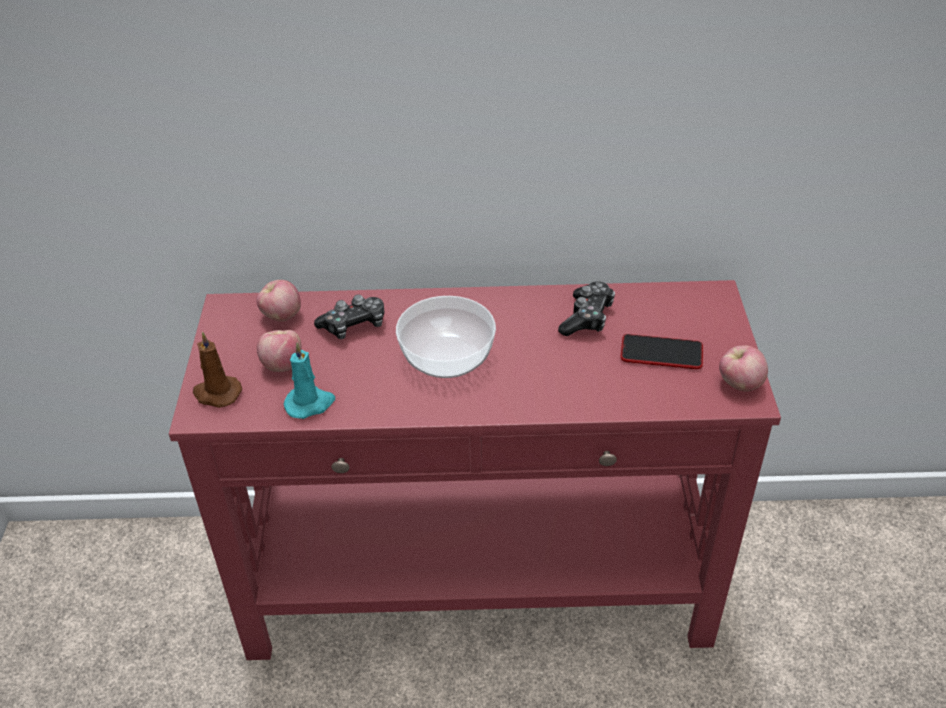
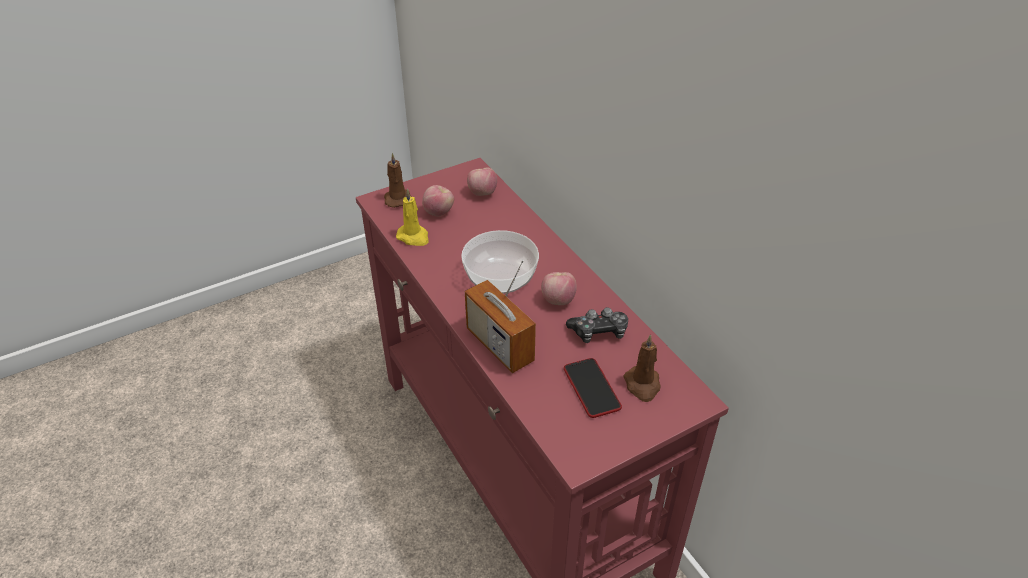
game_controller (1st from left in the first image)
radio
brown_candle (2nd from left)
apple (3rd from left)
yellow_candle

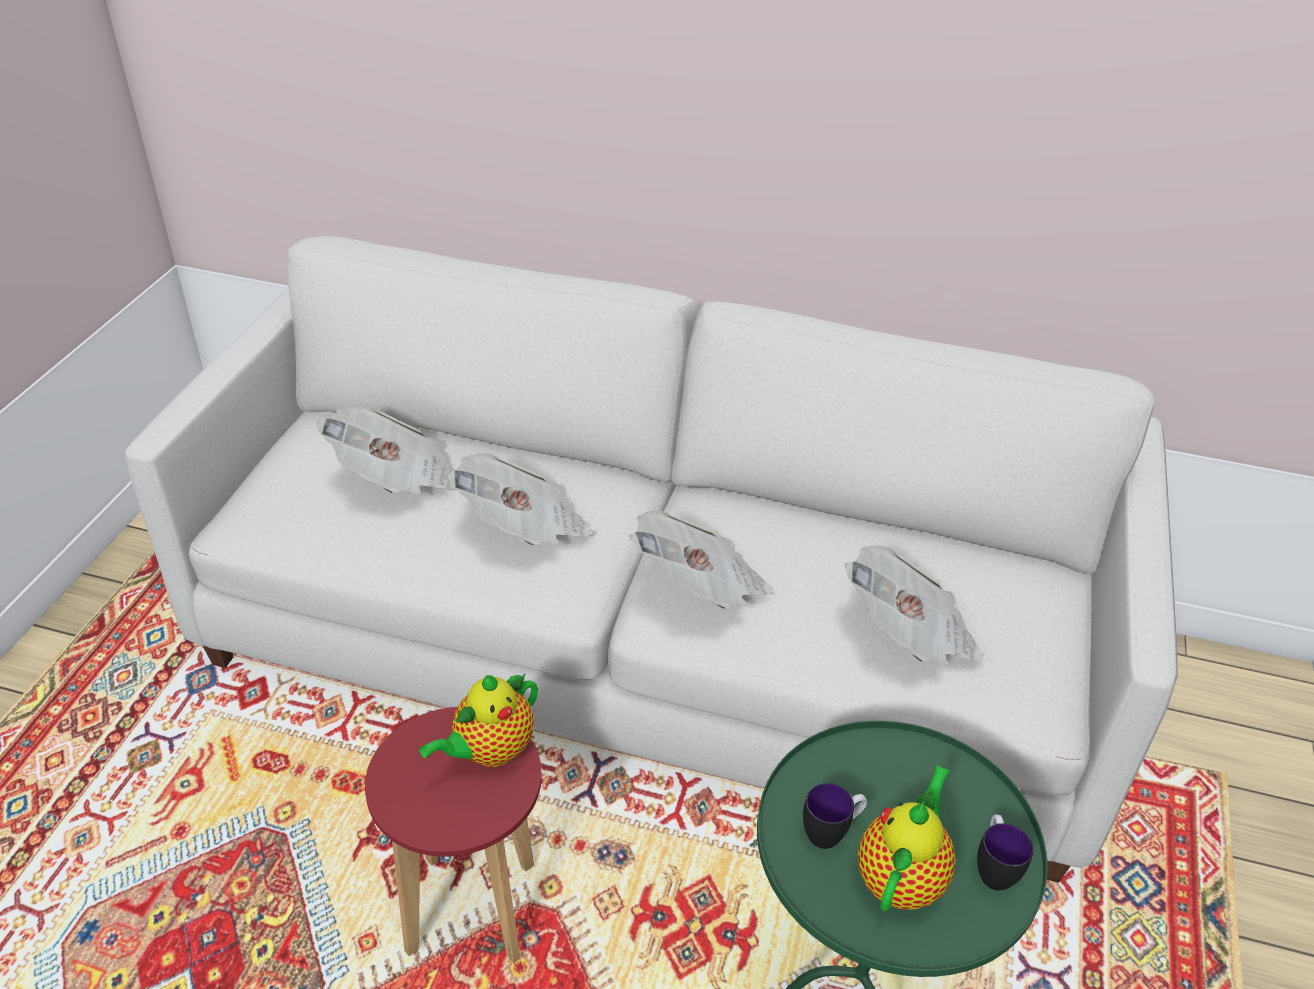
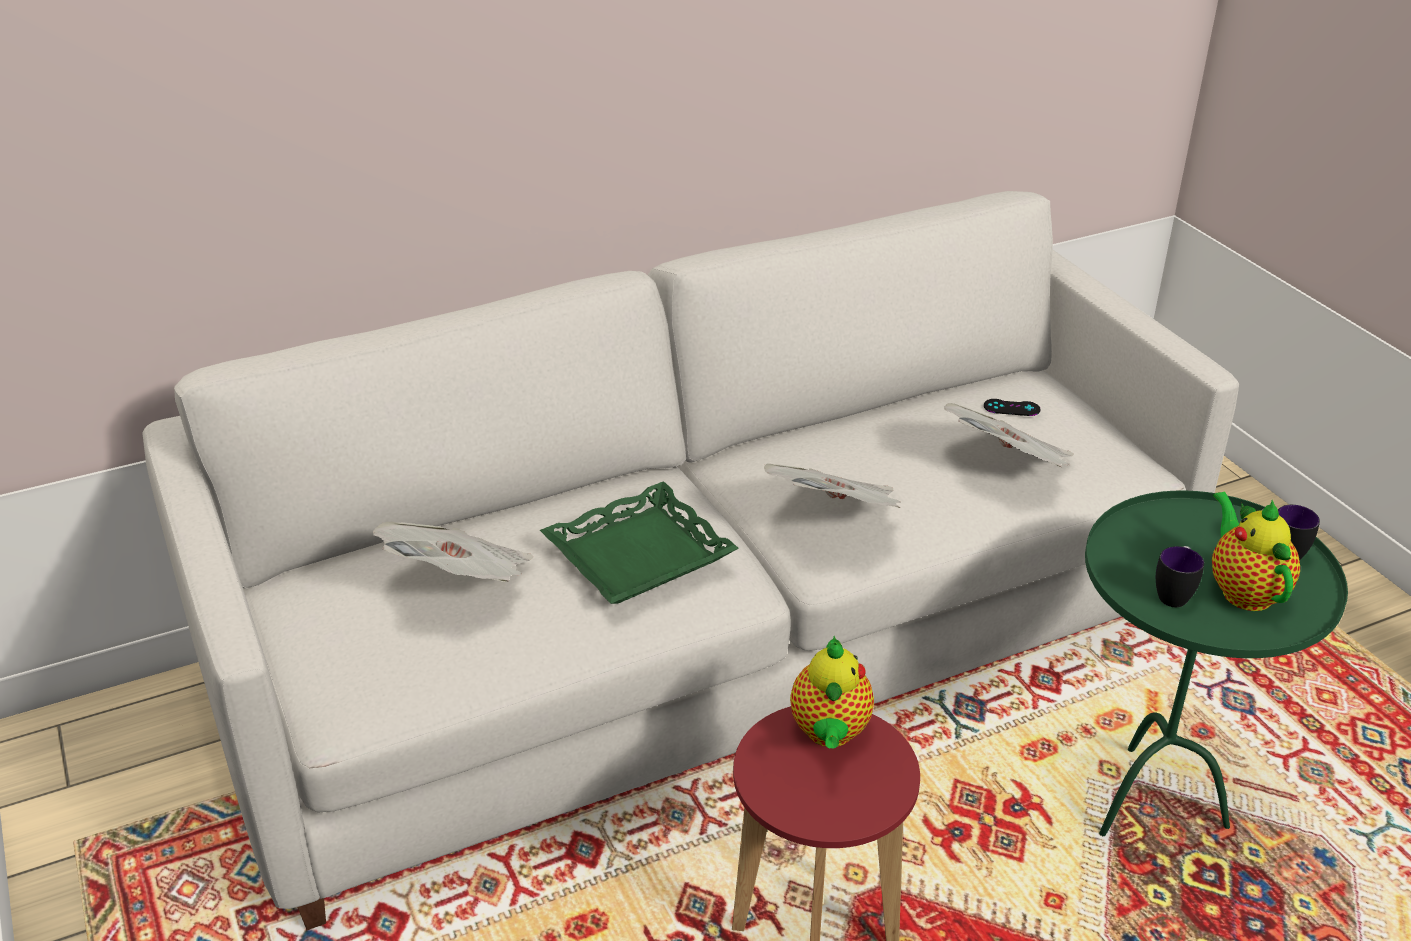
black_game_controller
green_tray

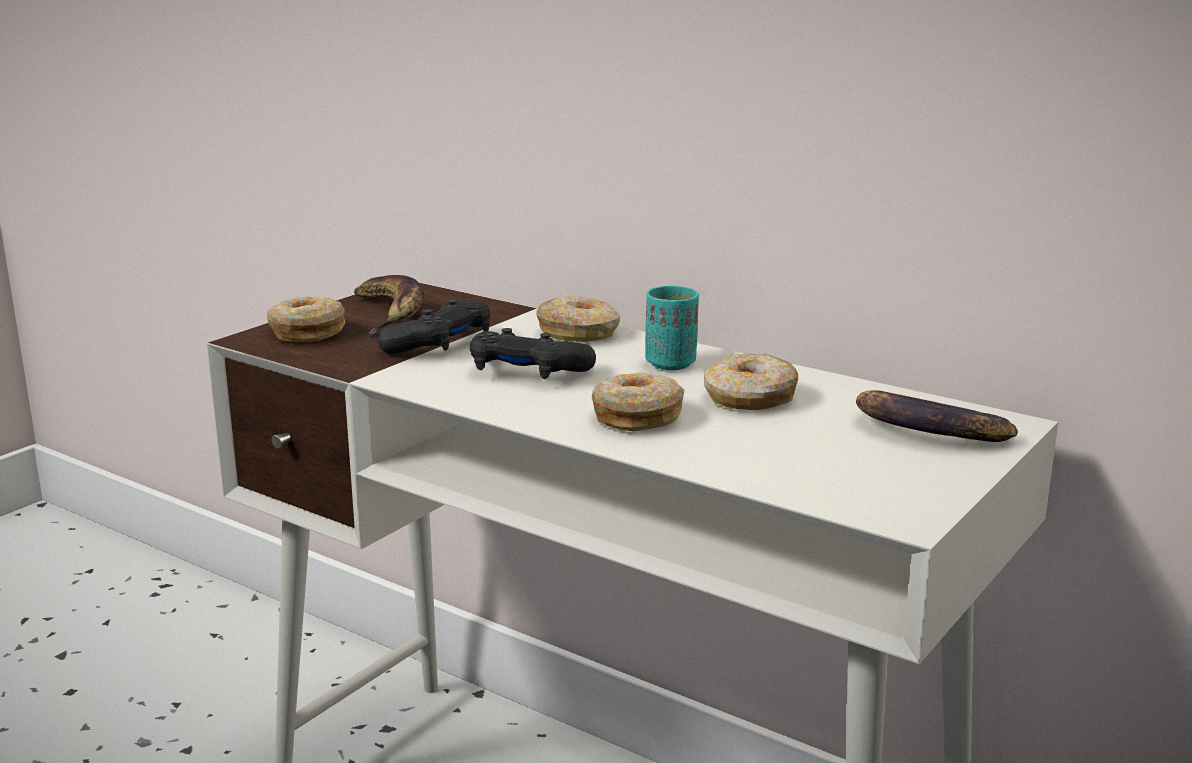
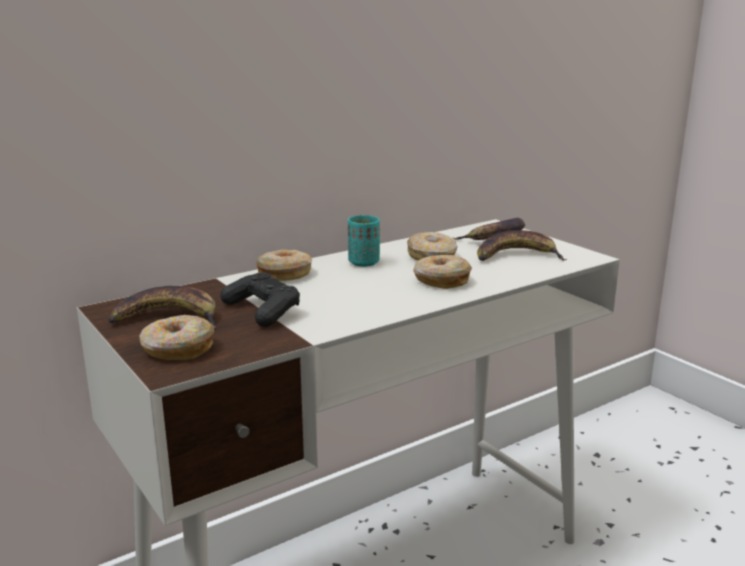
black_game_controller (2nd from left in the first image)
banana (3rd from left)

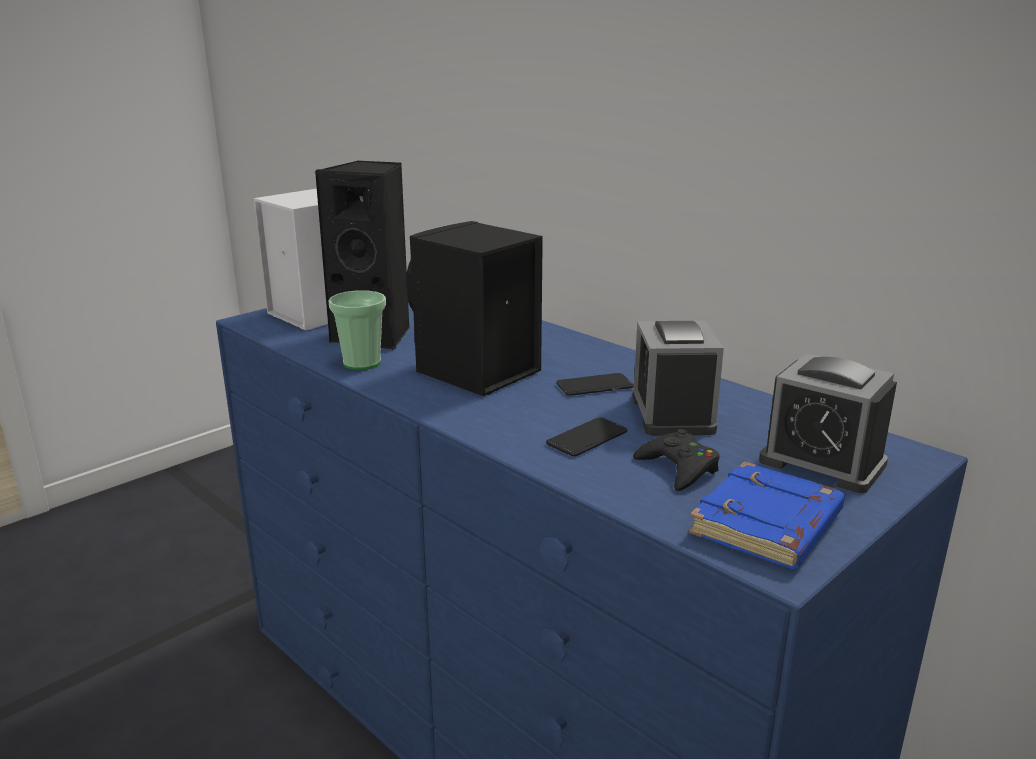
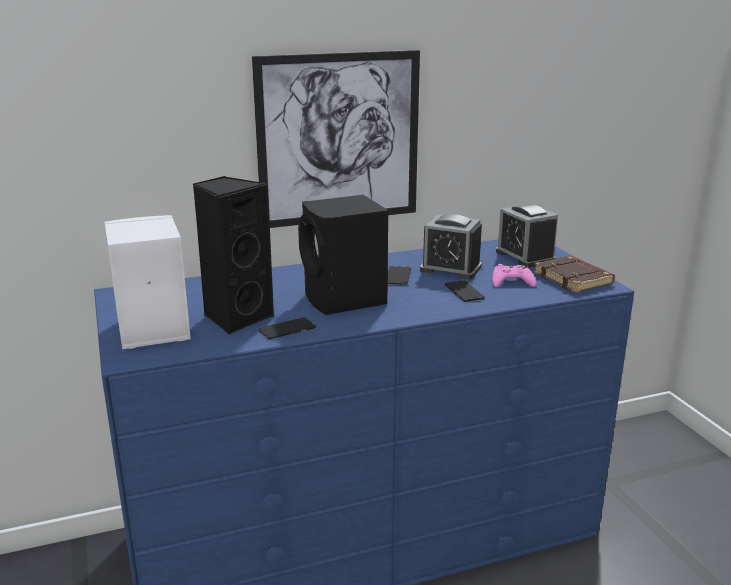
picture
phone (1st from left)
pink_game_controller
brown_book
alarm_clock (2nd from left)

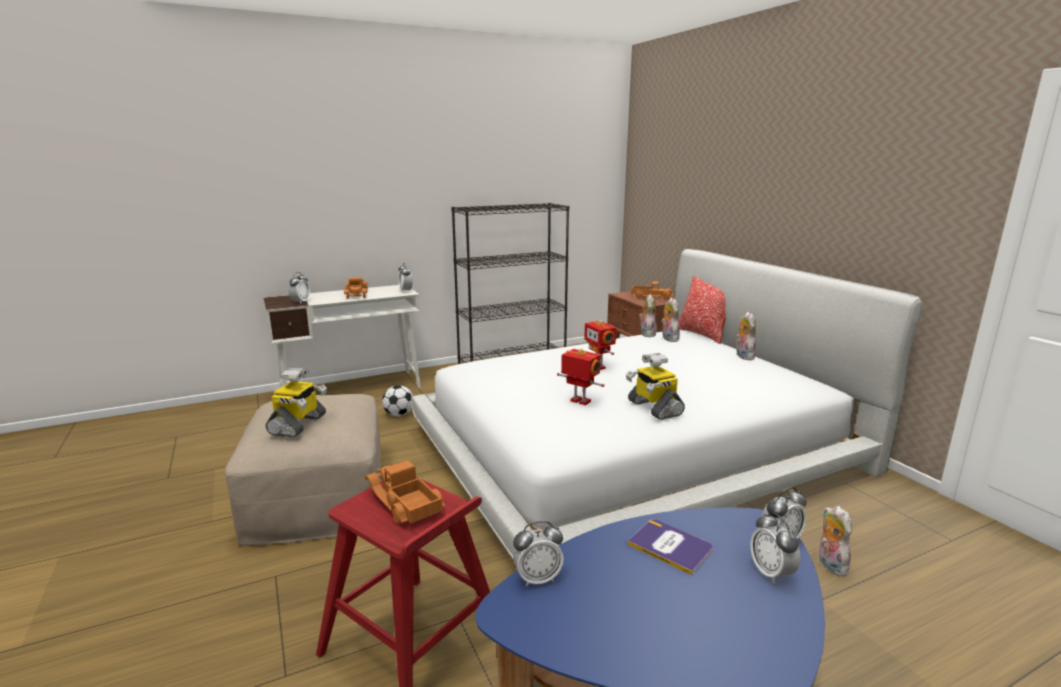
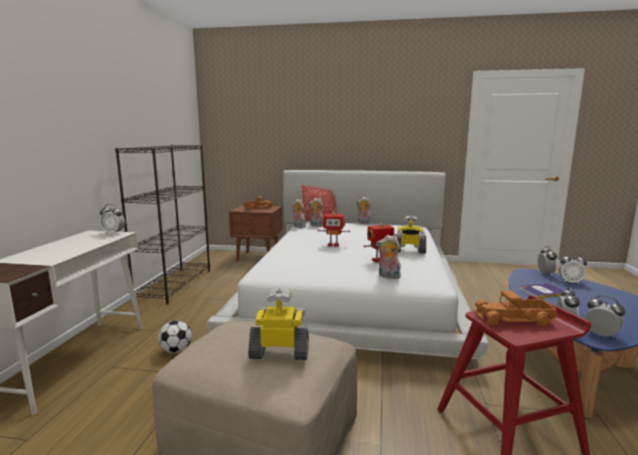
toy_truck (1st from left in the first image)
alarm_clock (5th from left)
plush_toy (4th from left)
toy_robot (1st from left)

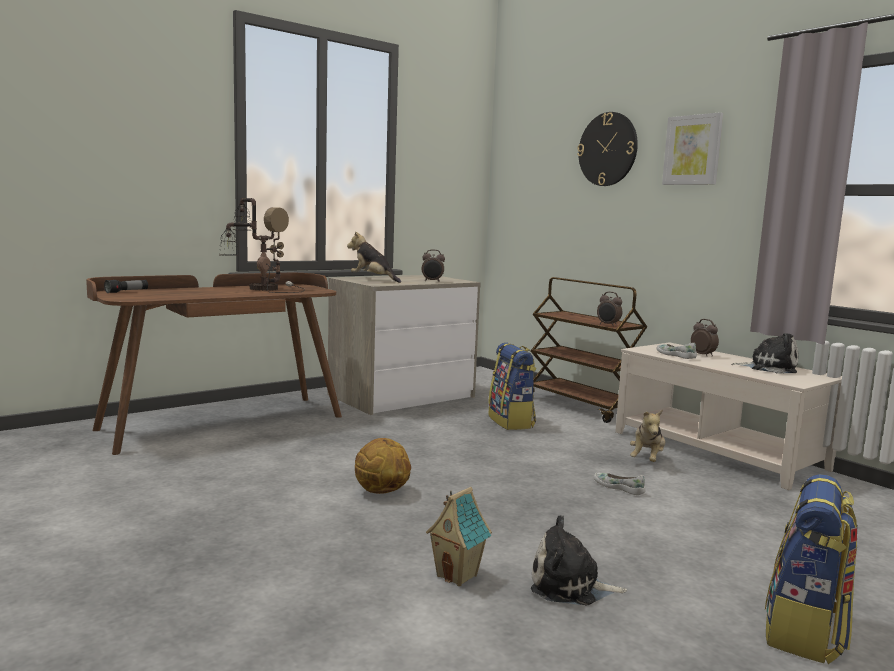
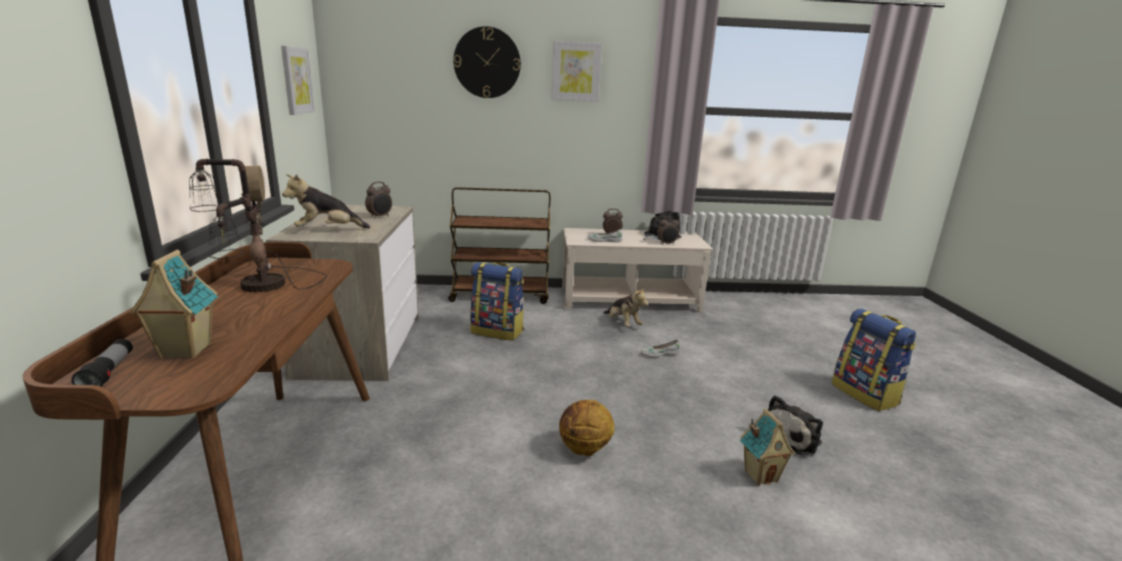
toy_house (1st from left)
picture (1st from left)
alarm_clock (3rd from left)

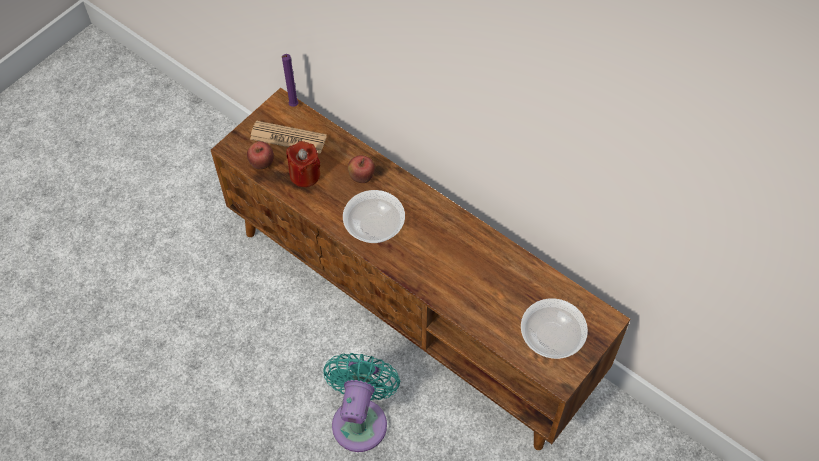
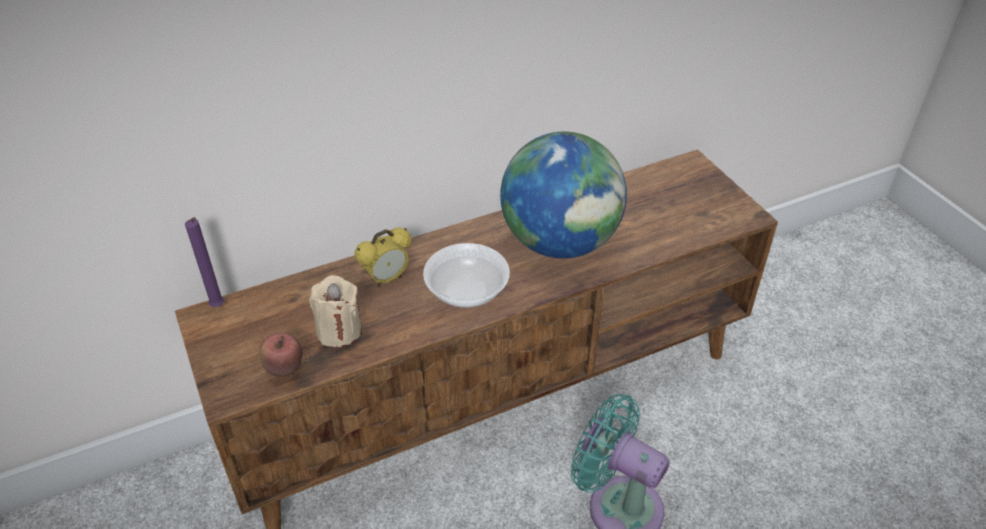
newspaper
bowl (2nd from left in the first image)
globe
alarm_clock
beige_candle

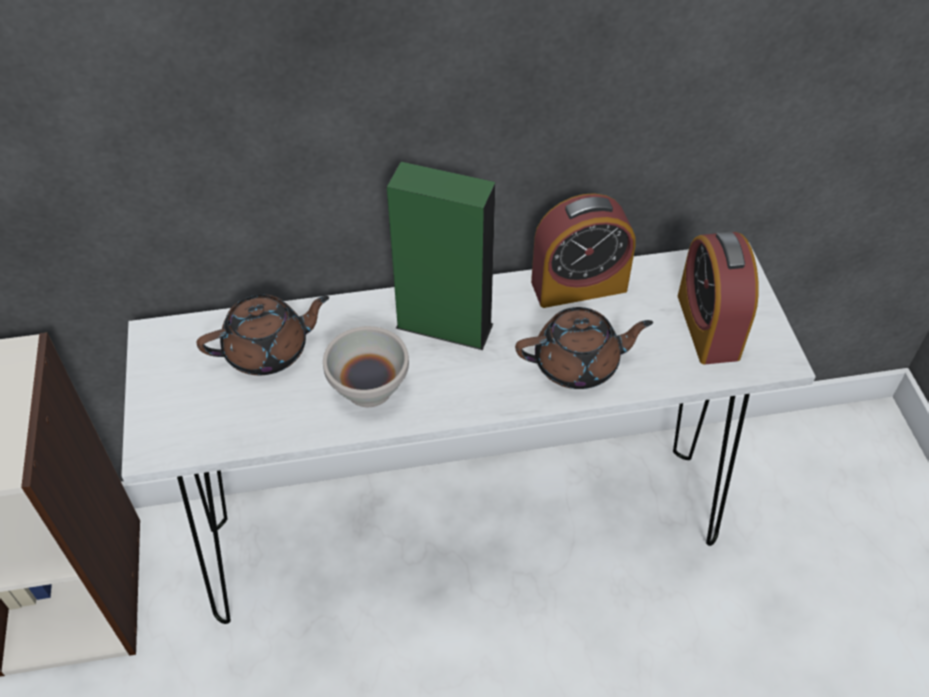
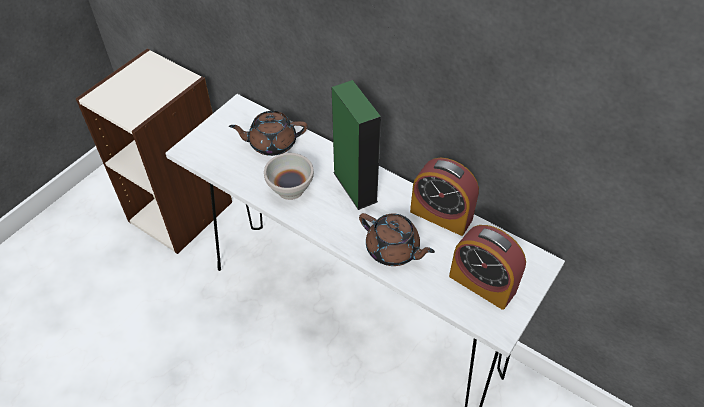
brown_teapot (1st from left)
alarm_clock (2nd from left)

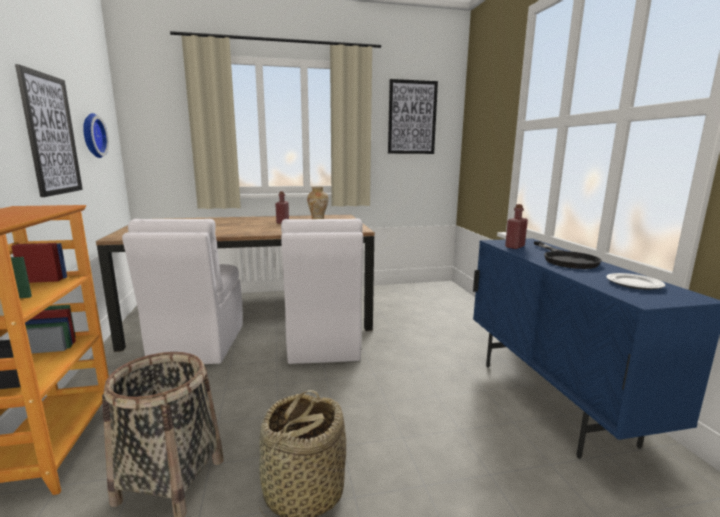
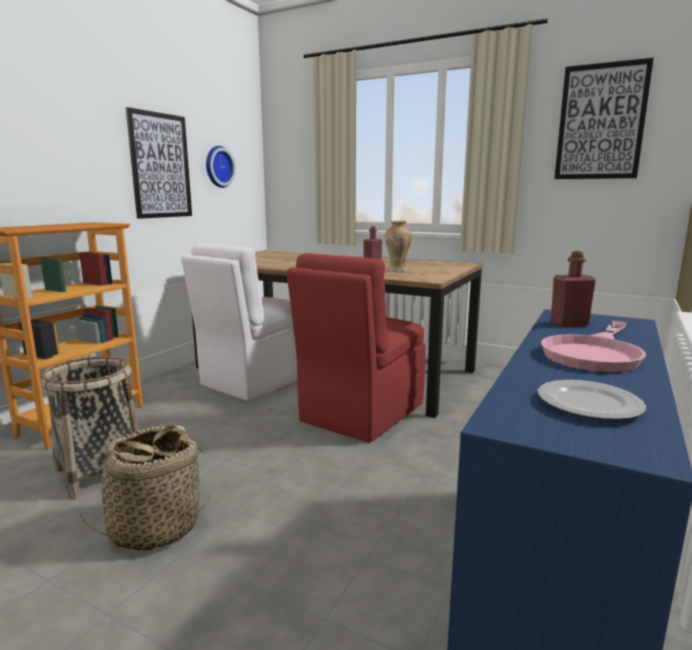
red_chair
pink_frying_pan

